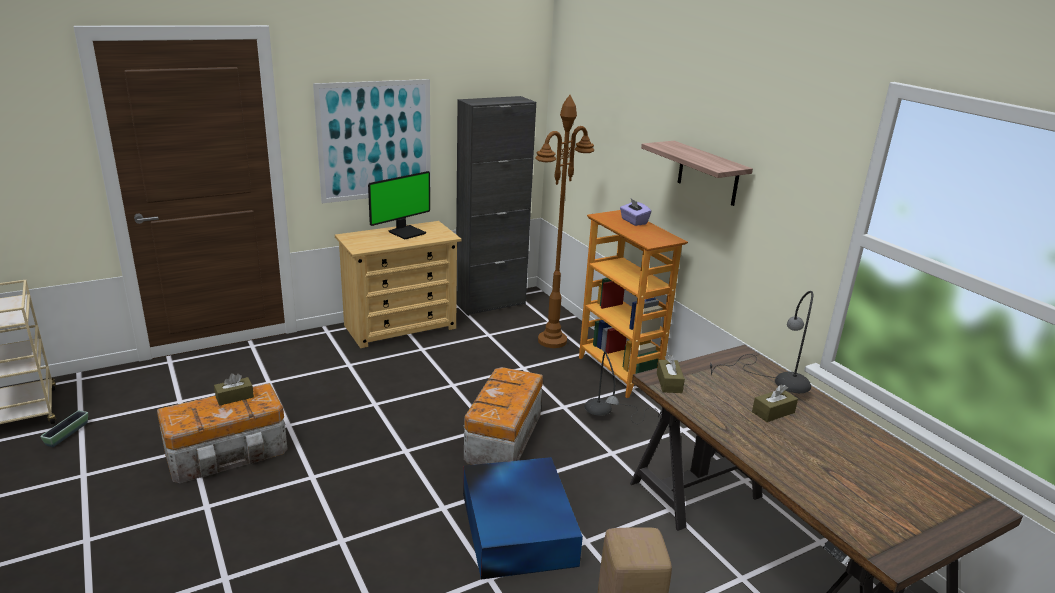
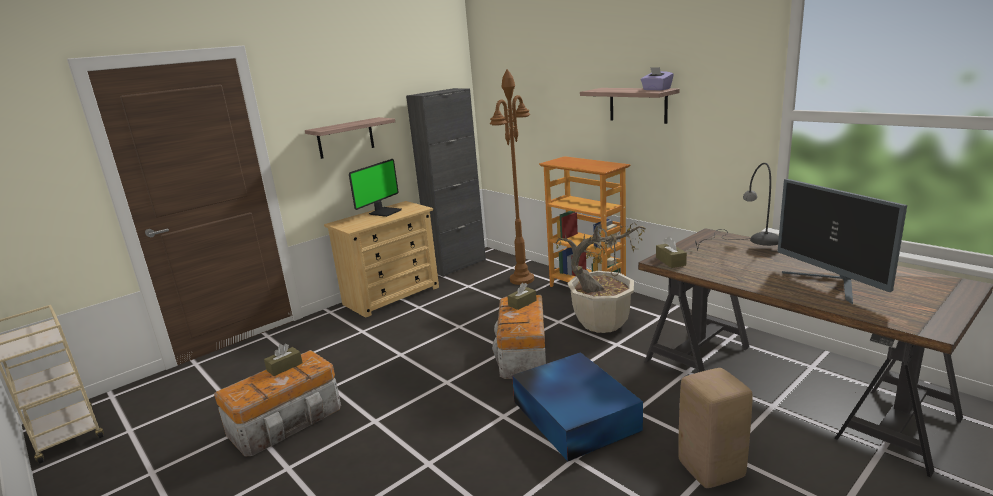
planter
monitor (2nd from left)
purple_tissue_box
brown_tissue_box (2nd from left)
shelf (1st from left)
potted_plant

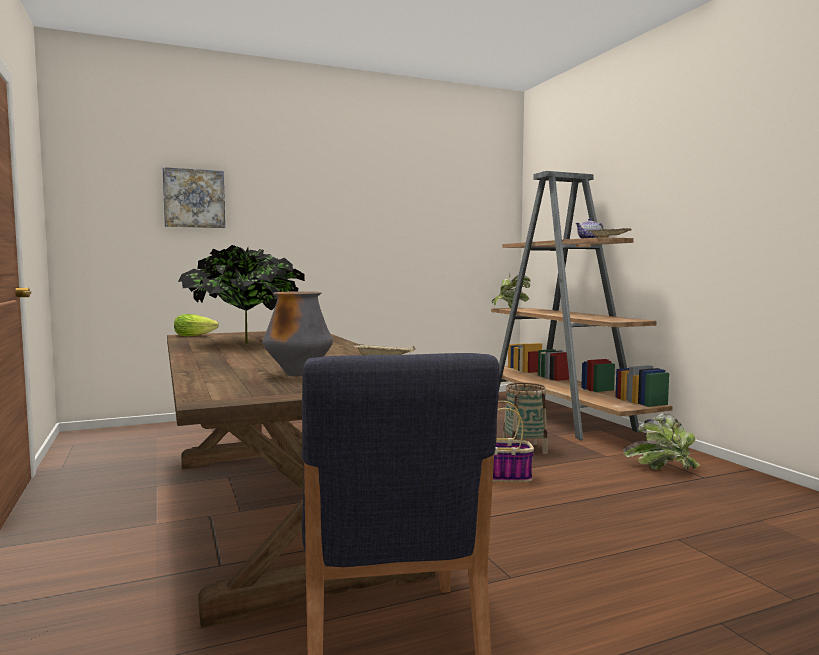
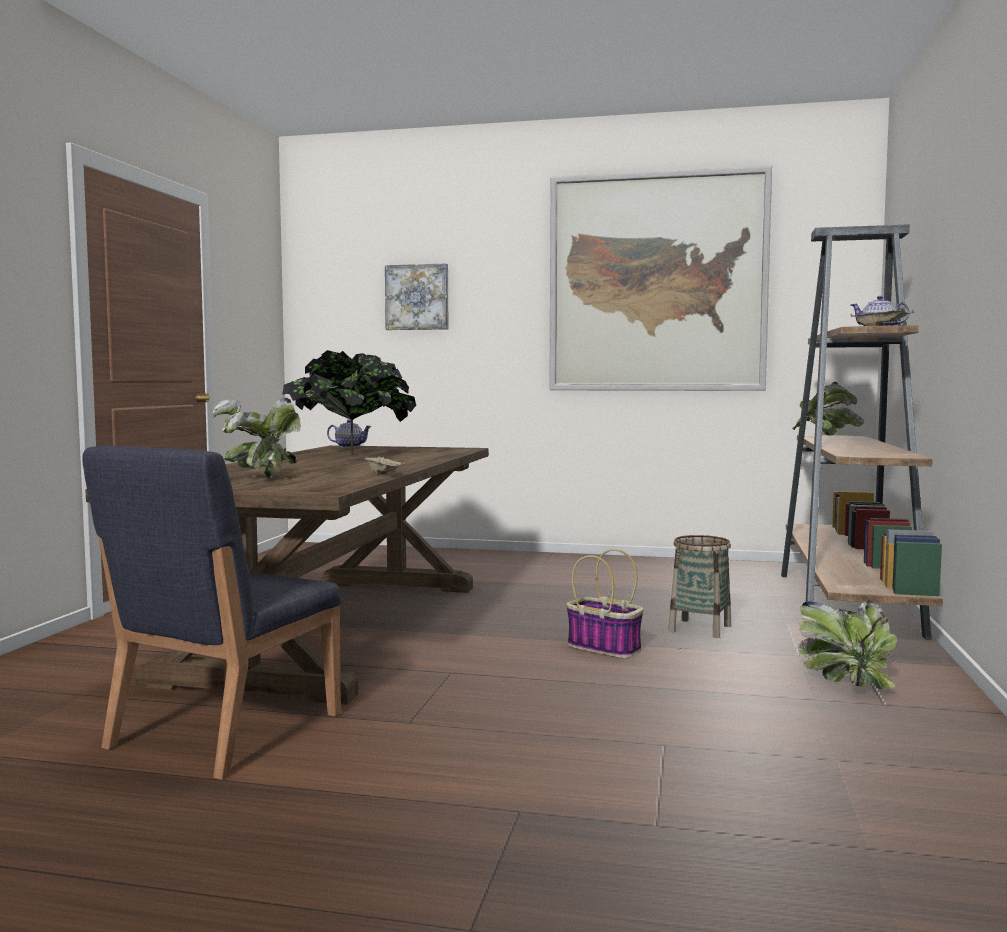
picture (2nd from left)
teapot (1st from left)
potted_plant (1st from left)

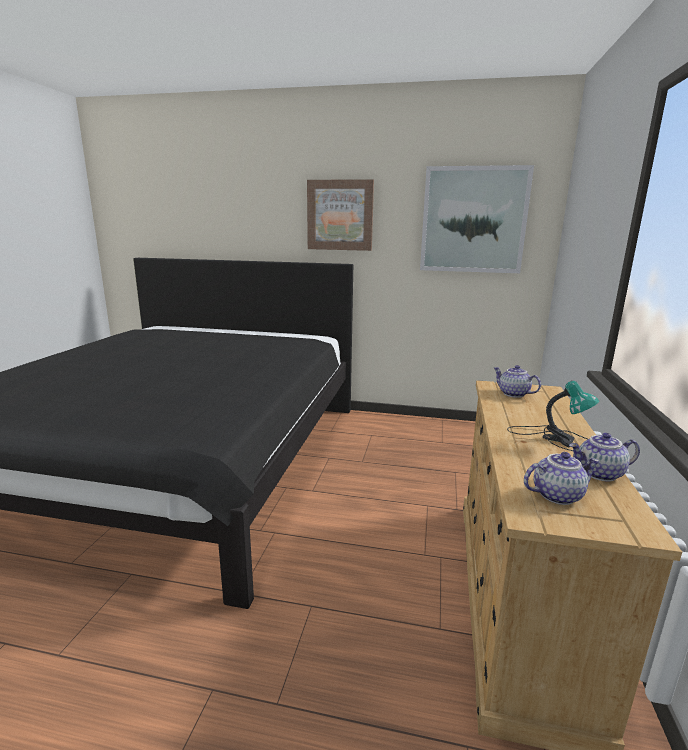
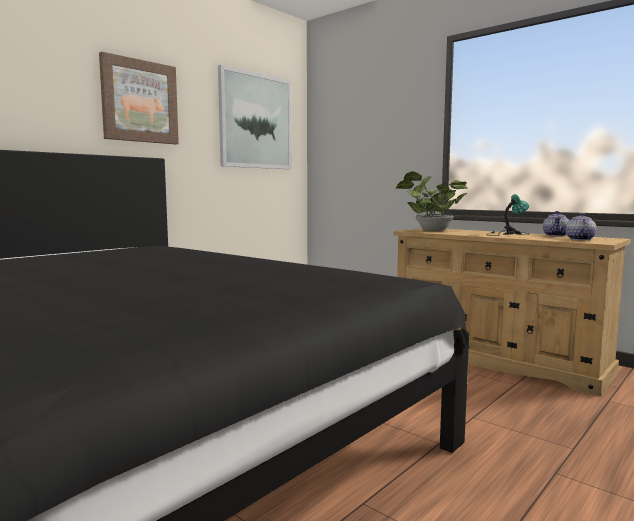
potted_plant

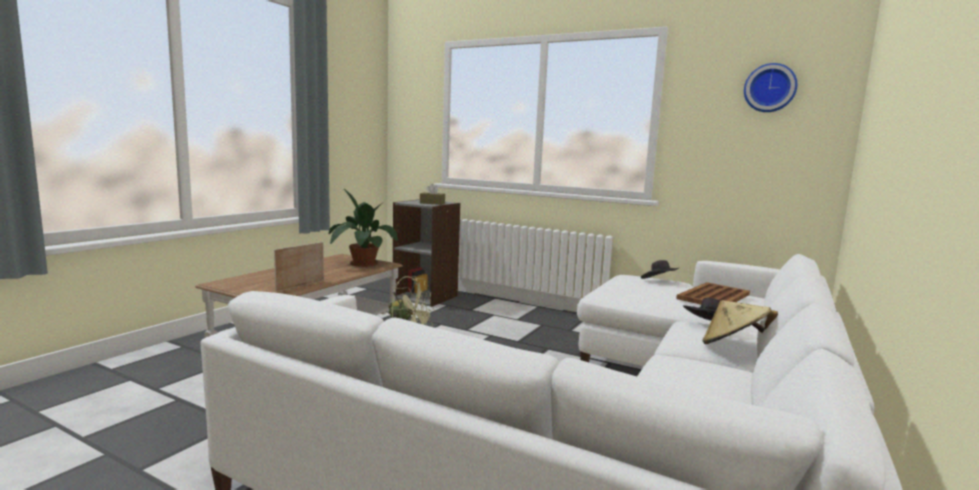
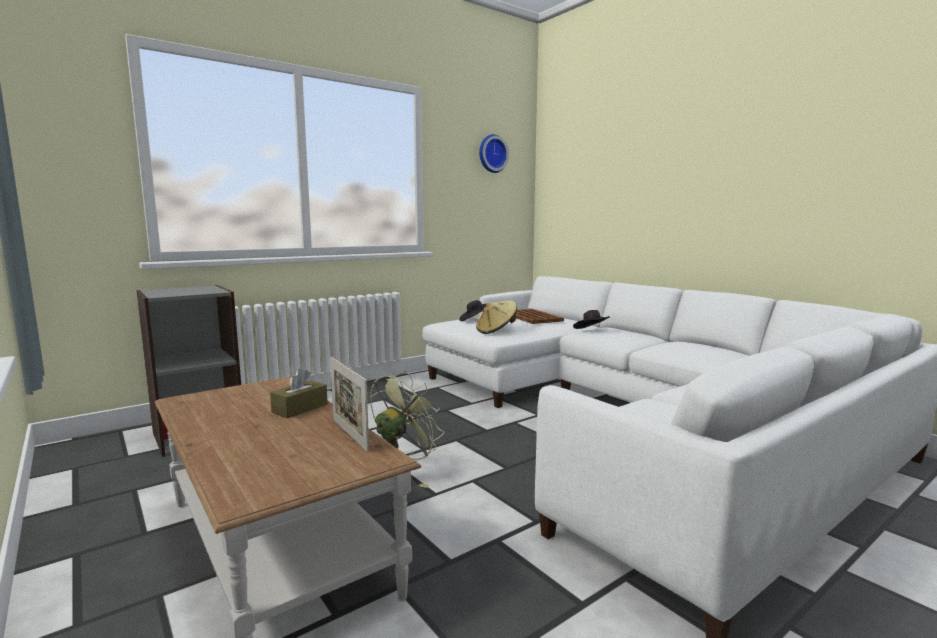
potted_plant
brown_tissue_box
beige_hat

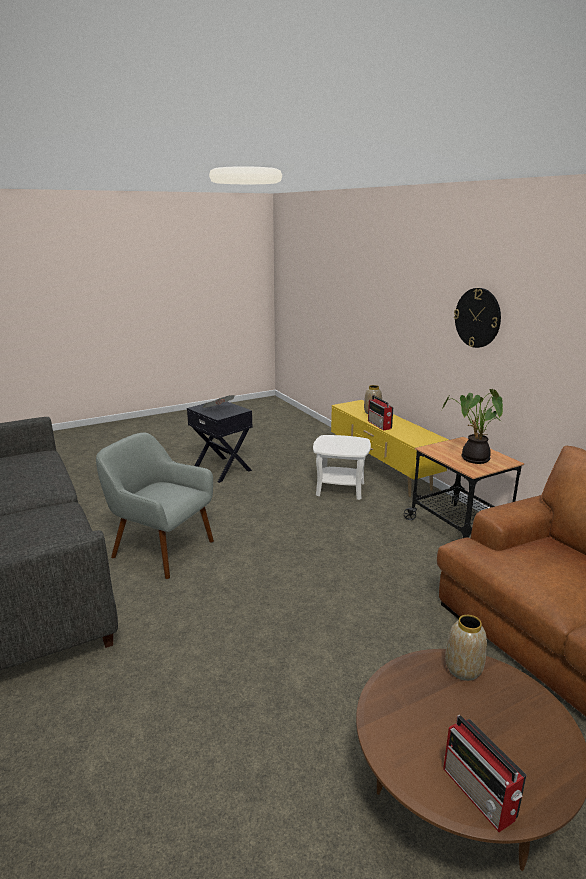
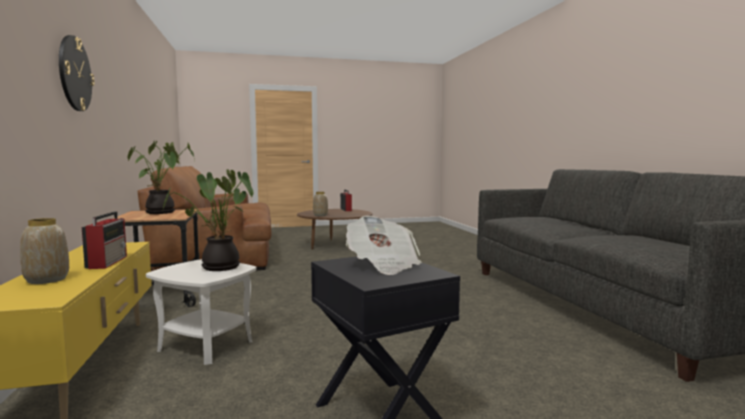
grey_armchair
potted_plant (2nd from left)

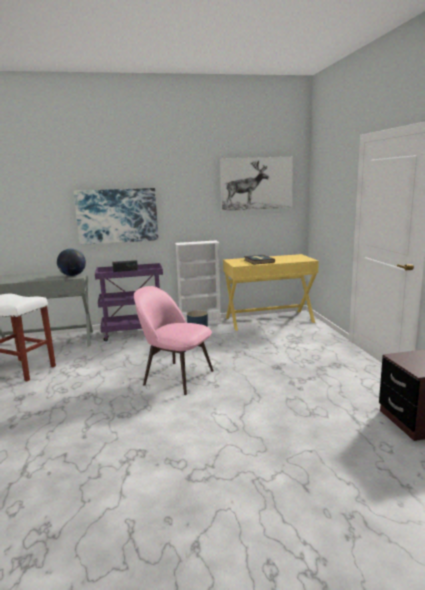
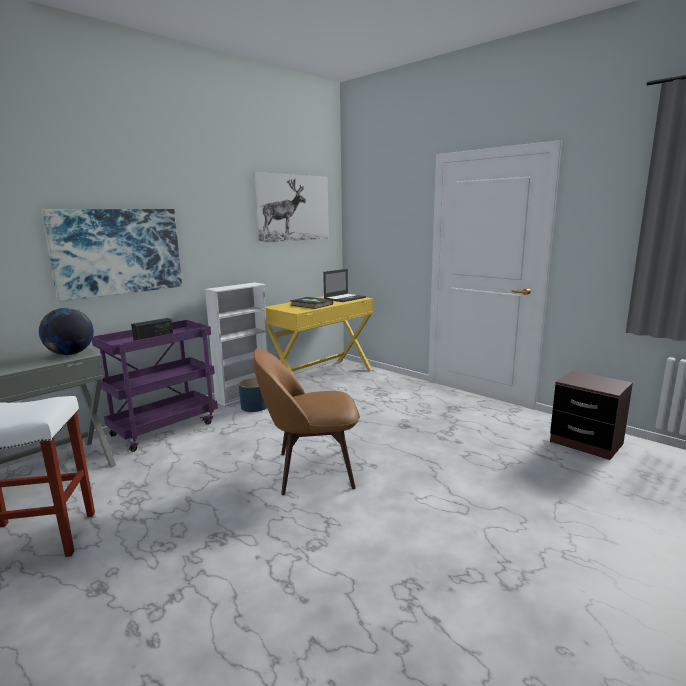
laptop
brown_chair

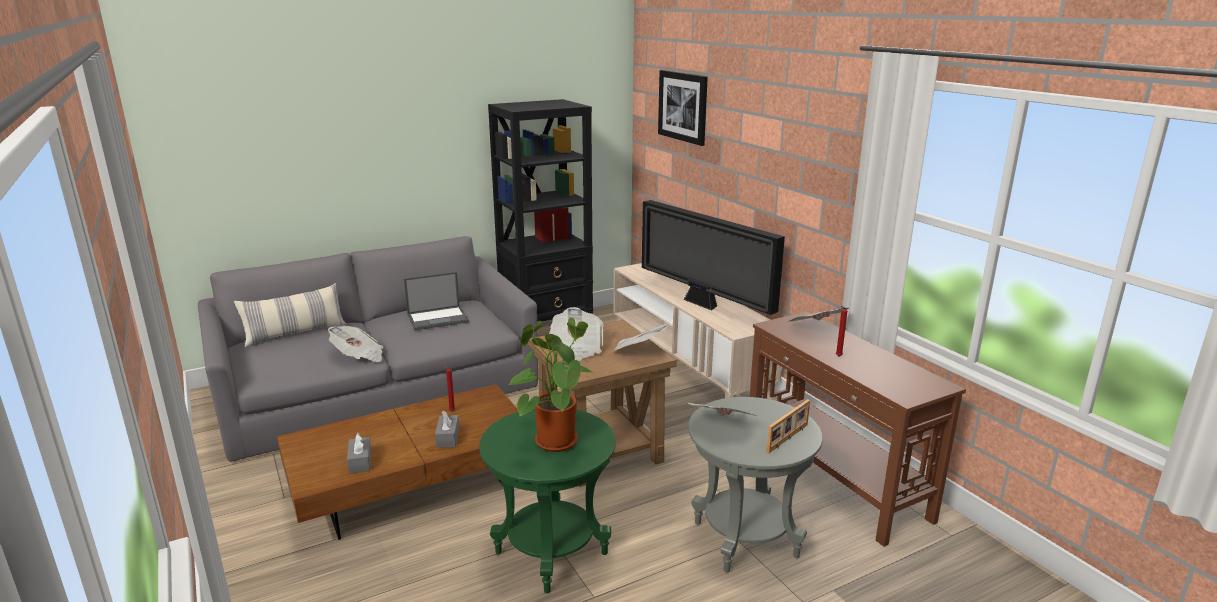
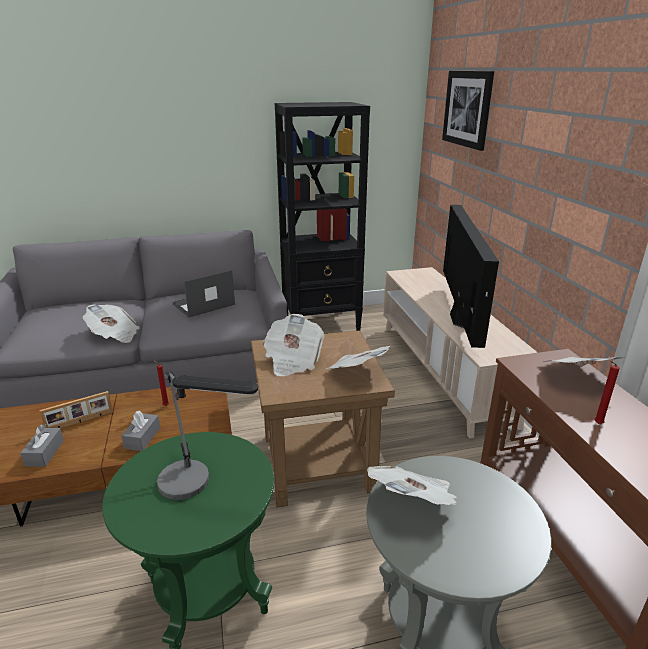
pillow
picture_frame
table_lamp
laptop
television

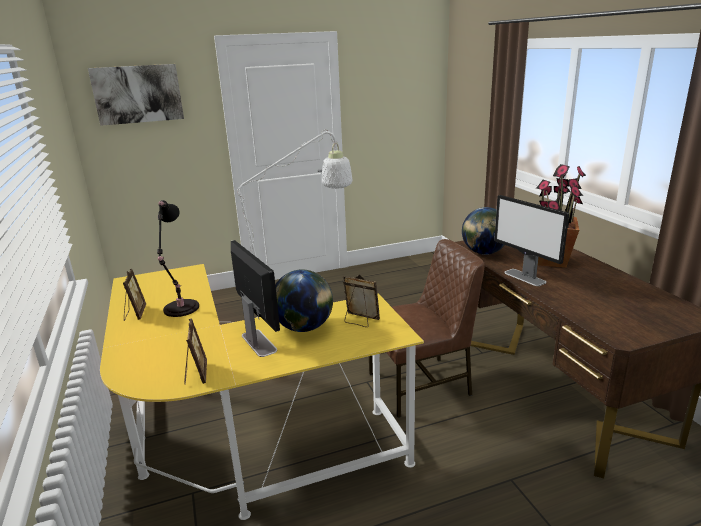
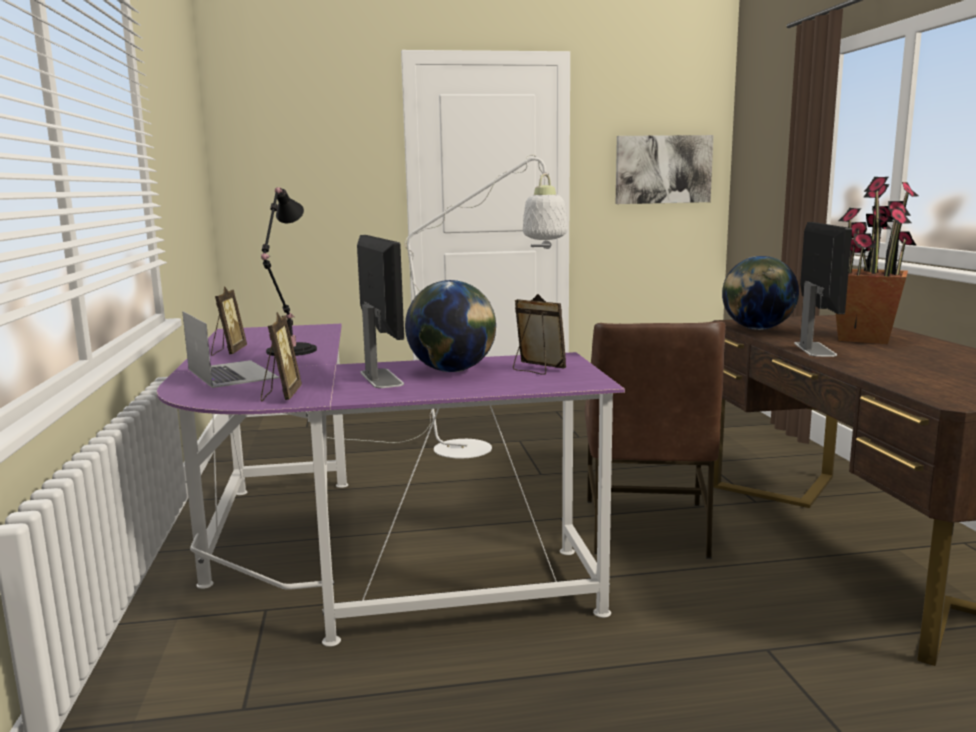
laptop
picture
purple_desk
brown_chair
monitor (2nd from left)

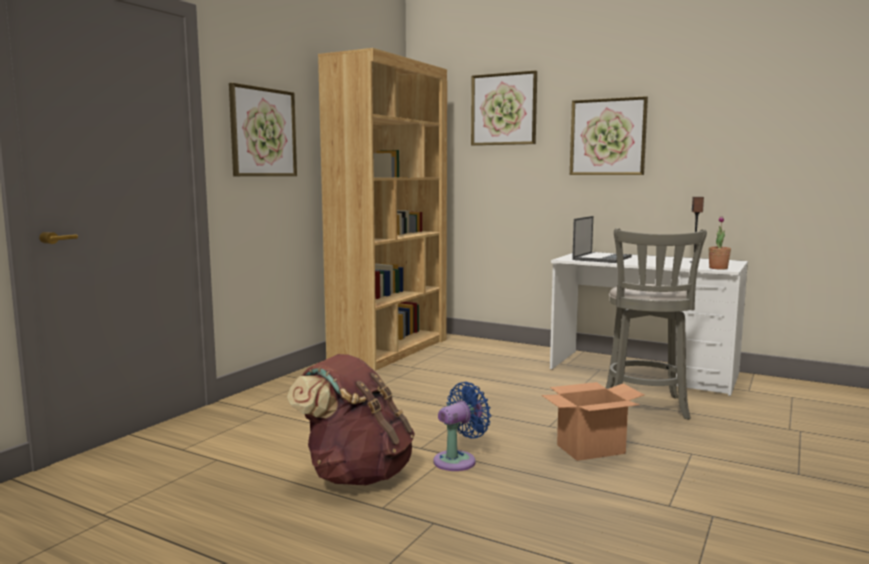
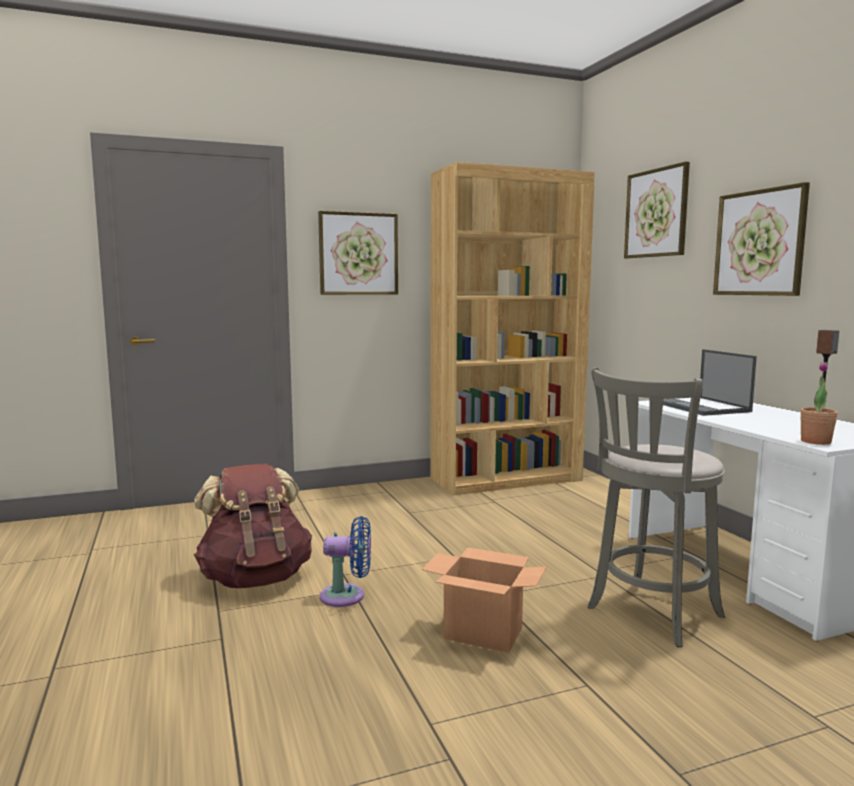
laptop

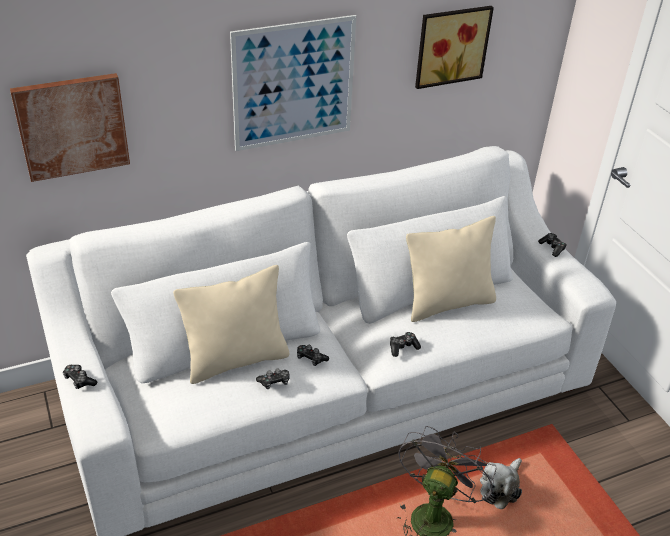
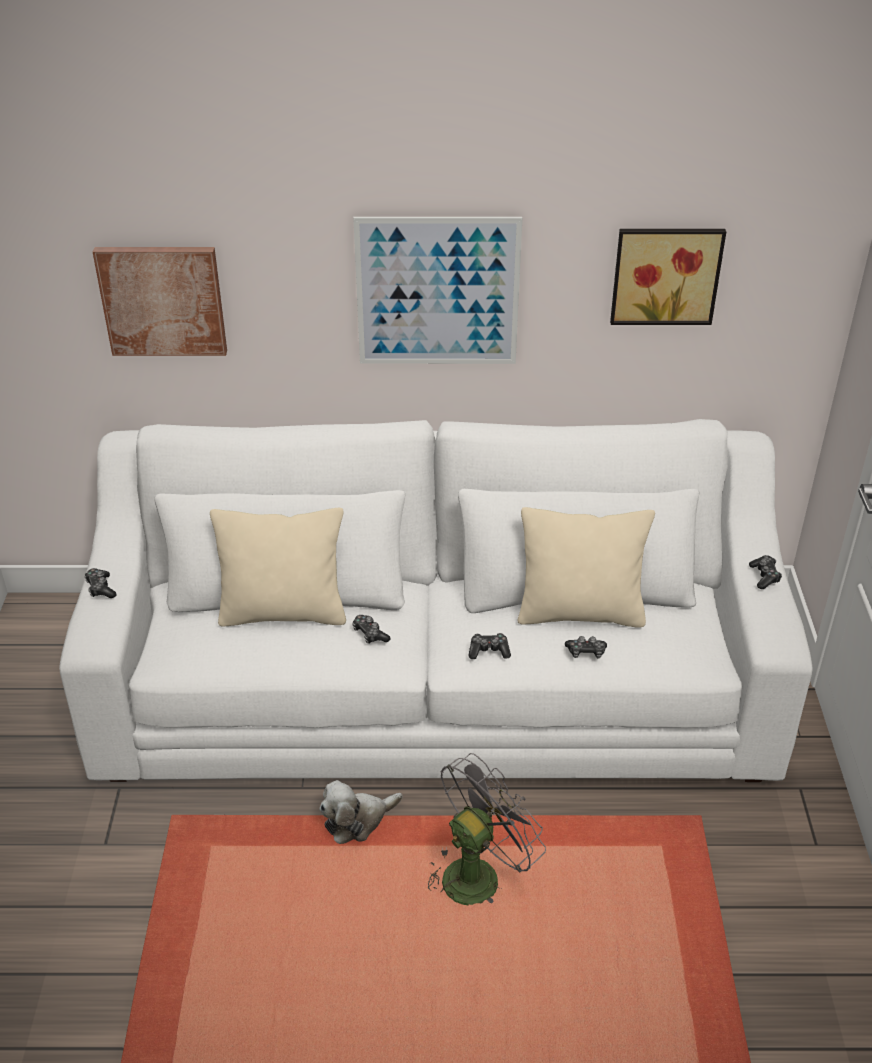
game_controller (4th from left)
plush_toy

